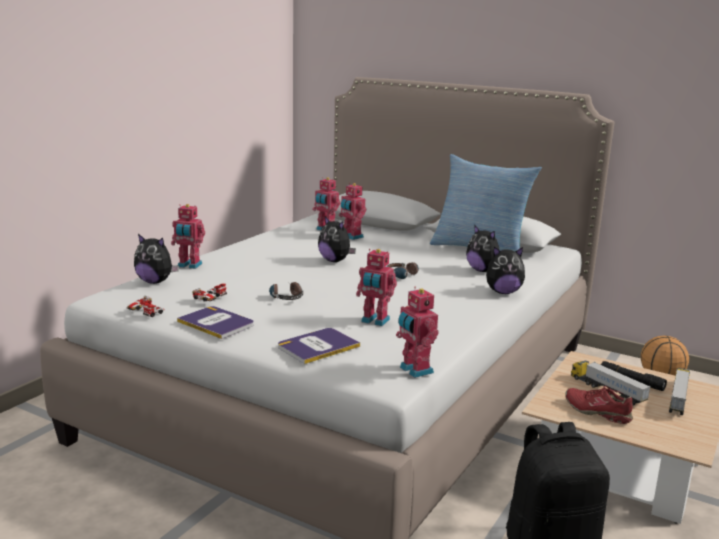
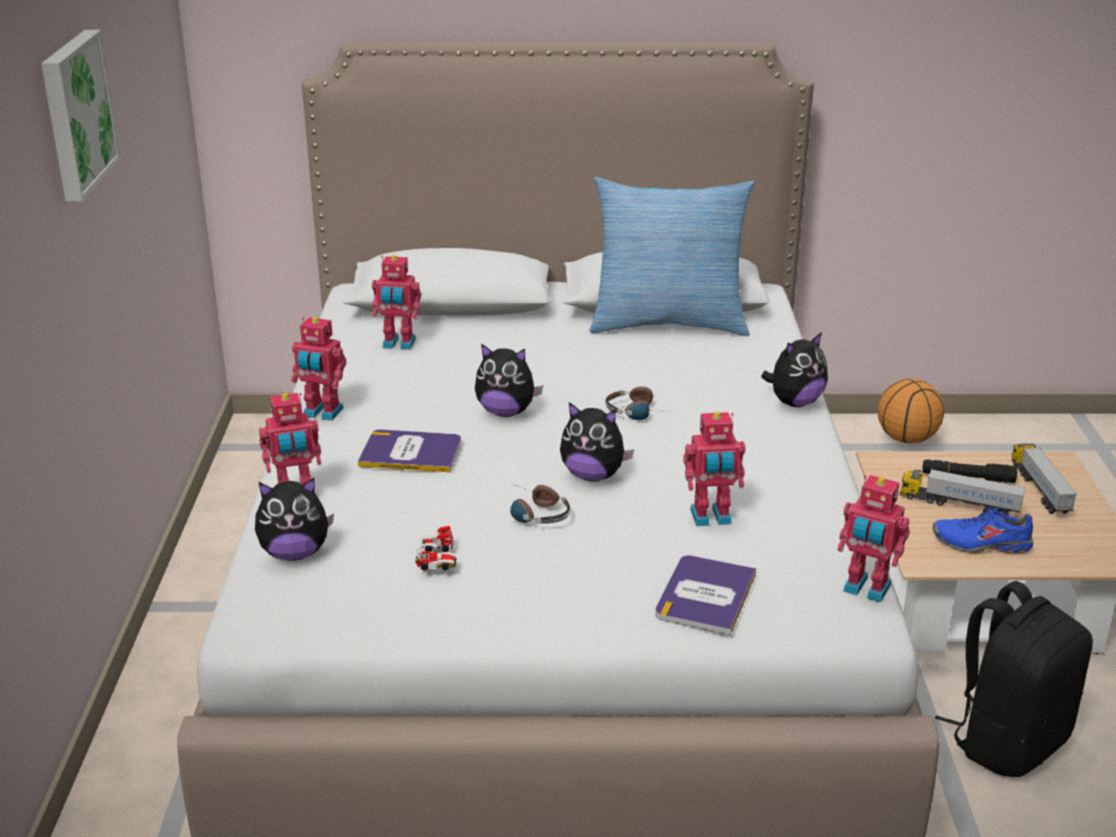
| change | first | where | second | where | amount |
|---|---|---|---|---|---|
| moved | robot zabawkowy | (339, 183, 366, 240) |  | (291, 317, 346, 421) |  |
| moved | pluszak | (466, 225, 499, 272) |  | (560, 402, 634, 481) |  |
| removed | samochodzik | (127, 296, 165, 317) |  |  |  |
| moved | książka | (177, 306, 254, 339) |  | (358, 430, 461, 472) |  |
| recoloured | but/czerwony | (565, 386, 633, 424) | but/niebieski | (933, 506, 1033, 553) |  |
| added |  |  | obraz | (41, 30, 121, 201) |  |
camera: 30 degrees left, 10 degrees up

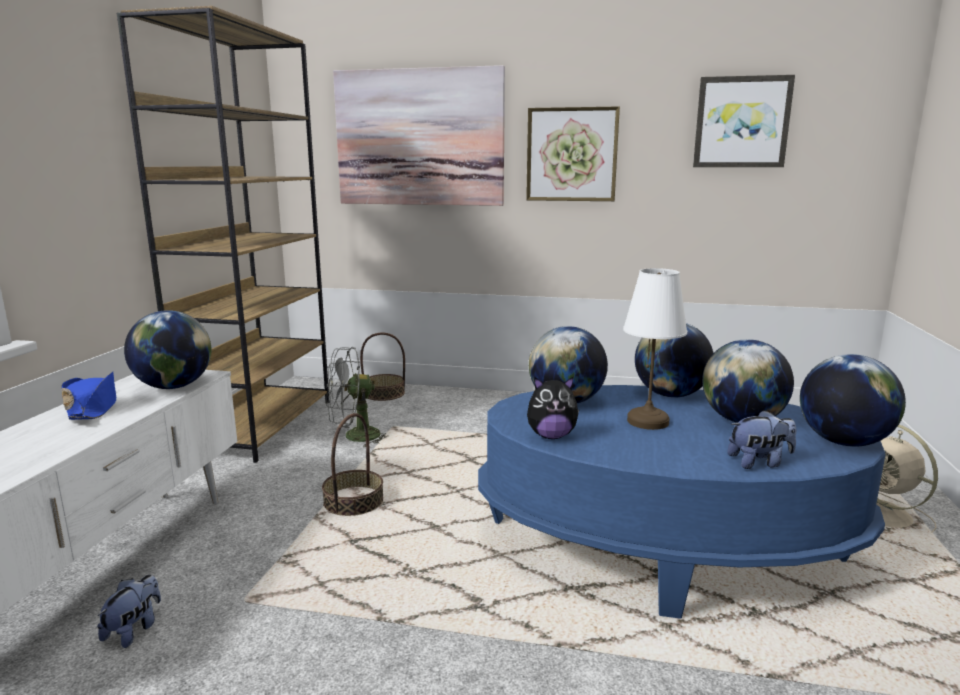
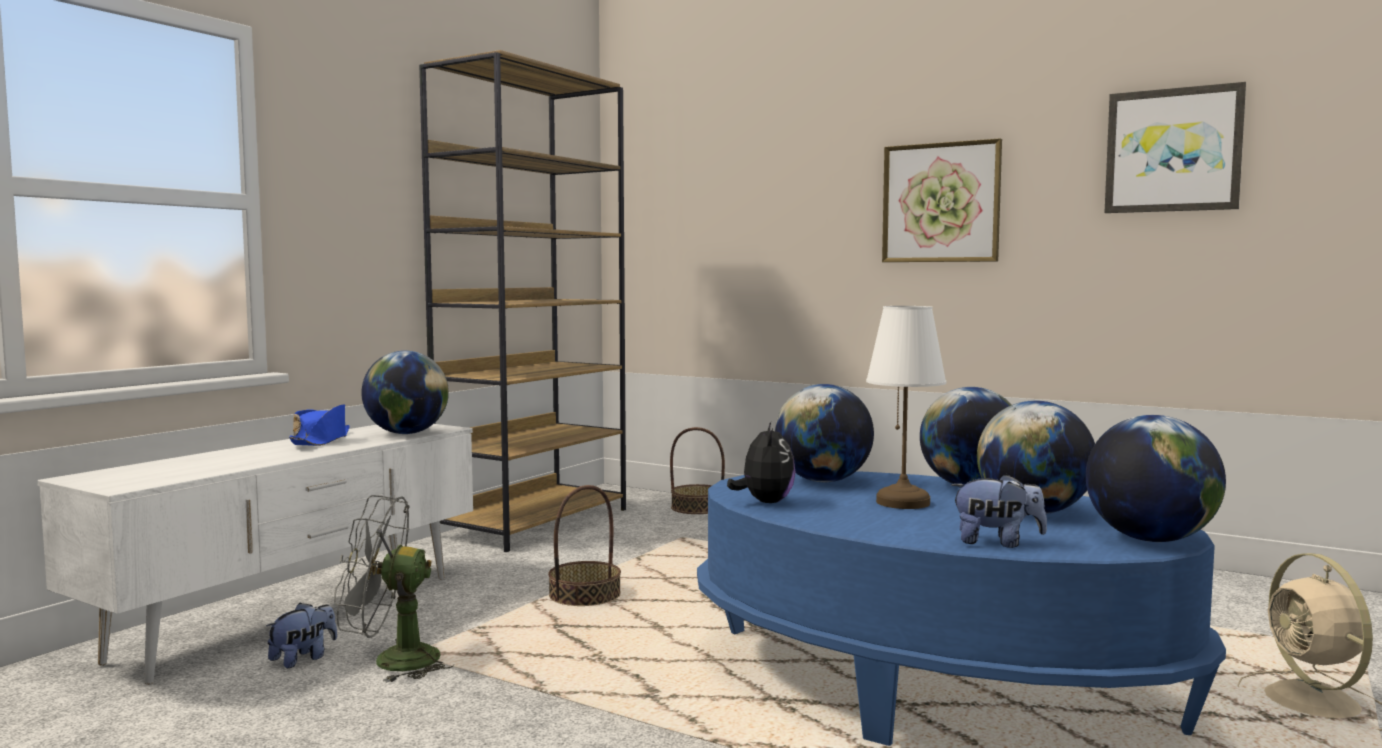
| change | first | where | second | where | amount |
|---|---|---|---|---|---|
| removed | obraz | (333, 65, 505, 206) |  |  |  |
| moved | wentylator/szary | (326, 347, 388, 448) |  | (334, 495, 453, 683) |  |
| turned | pluszak | (527, 377, 579, 439) |  | (727, 422, 796, 503) | 105 degrees counterclockwise |
camera: 20 degrees right, 10 degrees down

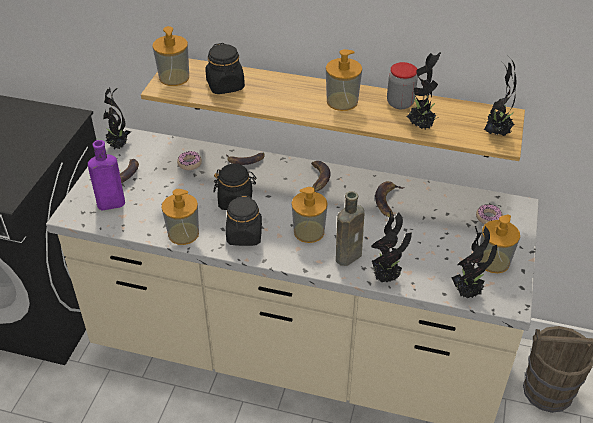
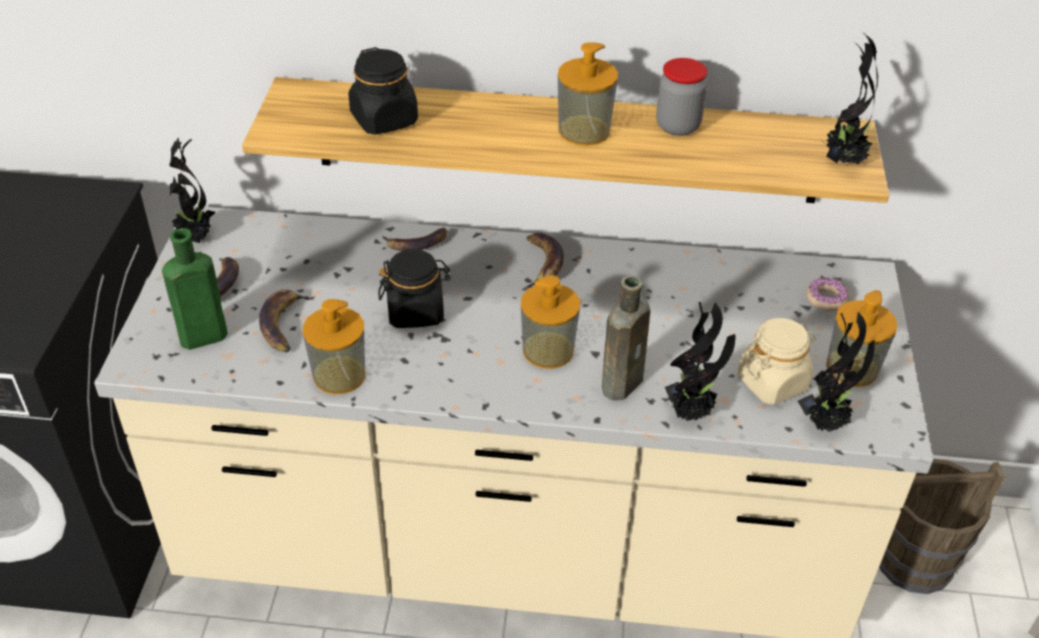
| change | first | where | second | where | amount |
|---|---|---|---|---|---|
| removed | dozownik mydła | (153, 26, 189, 86) |  |  |  |
| removed | roślina doniczkowa | (407, 52, 441, 129) |  |  |  |
| recoloured | butelka/fioletowy | (88, 140, 125, 210) | butelka/zielony | (162, 228, 228, 350) |  |
| removed | donut | (177, 151, 202, 170) |  |  |  |
| moved | banan | (375, 181, 404, 218) |  | (259, 289, 315, 353) |  |
| removed | słoik/czarny | (226, 195, 262, 246) |  |  |  |
| added |  |  | słoik/beżowy | (738, 318, 816, 405) |  |
camera: 10 degrees left, 0 degrees up

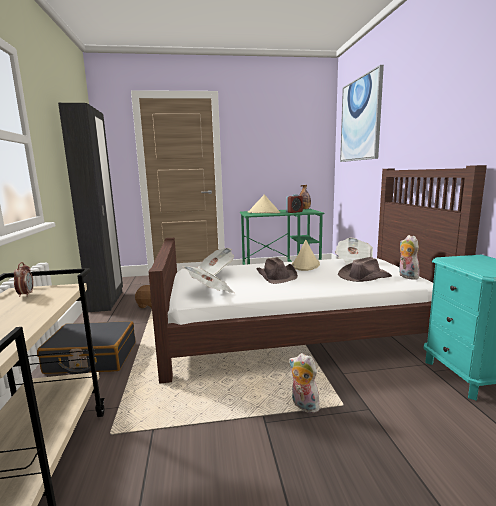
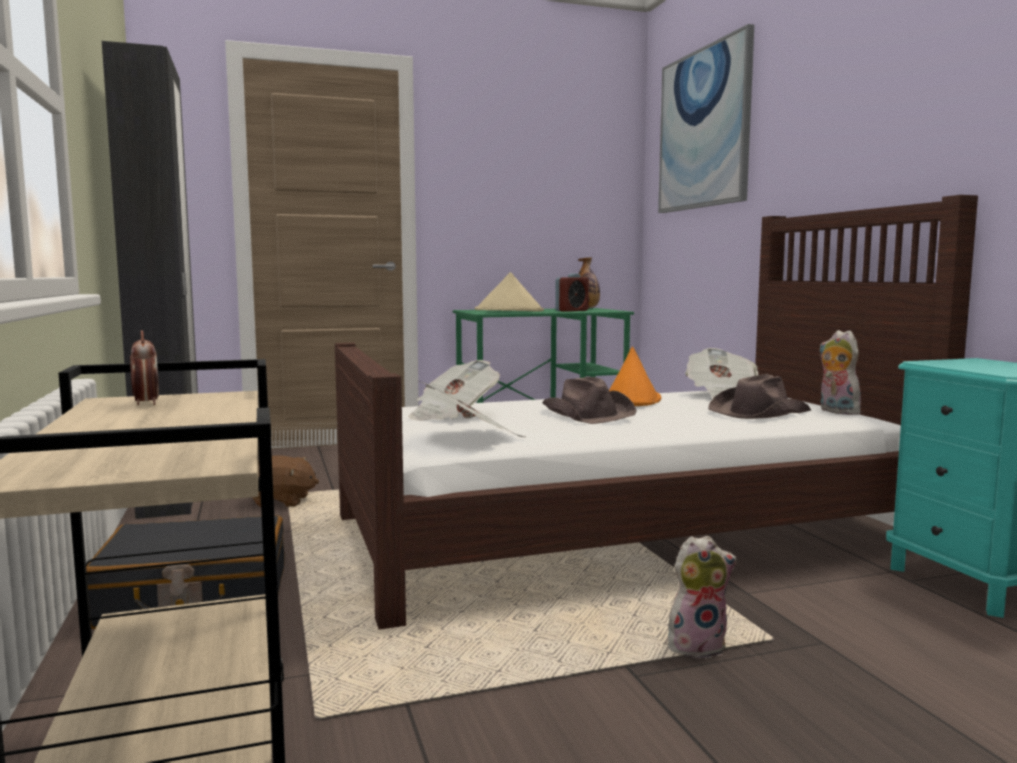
| change | first | where | second | where | amount |
|---|---|---|---|---|---|
| recoloured | kapelusz/beżowy | (292, 240, 320, 271) | kapelusz/pomarańczowy | (609, 346, 661, 406) |  |
| turned | pluszak | (289, 353, 320, 414) |  | (668, 536, 737, 659) | 135 degrees clockwise |
camera: 10 degrees left, 5 degrees down

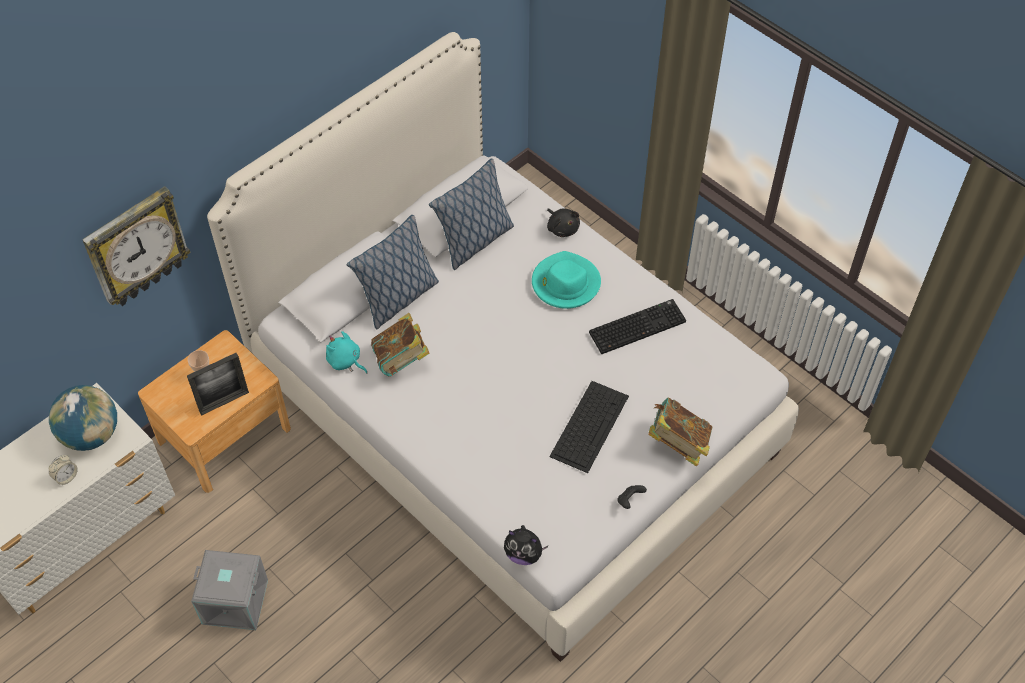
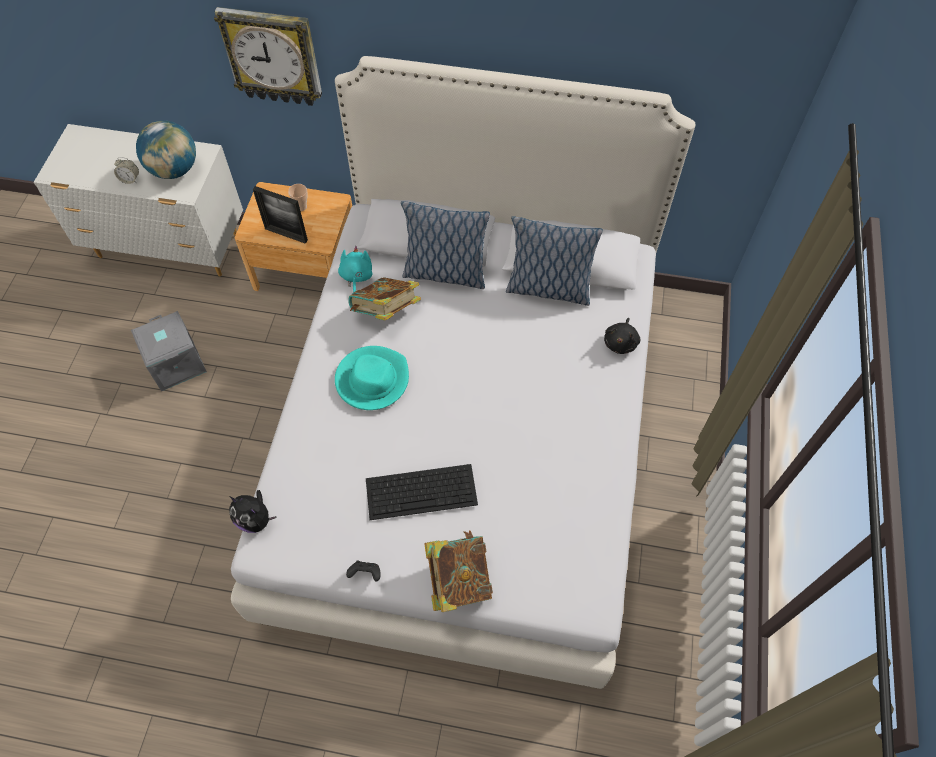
| change | first | where | second | where | amount |
|---|---|---|---|---|---|
| moved | kapelusz/turkusowy | (532, 251, 601, 309) |  | (335, 346, 409, 410) |  |
| removed | klawiatura | (589, 299, 686, 354) |  |  |  |
| turned | pluszak | (504, 525, 548, 565) |  | (229, 490, 277, 533) | 45 degrees counterclockwise |
camera: 55 degrees right, 5 degrees up

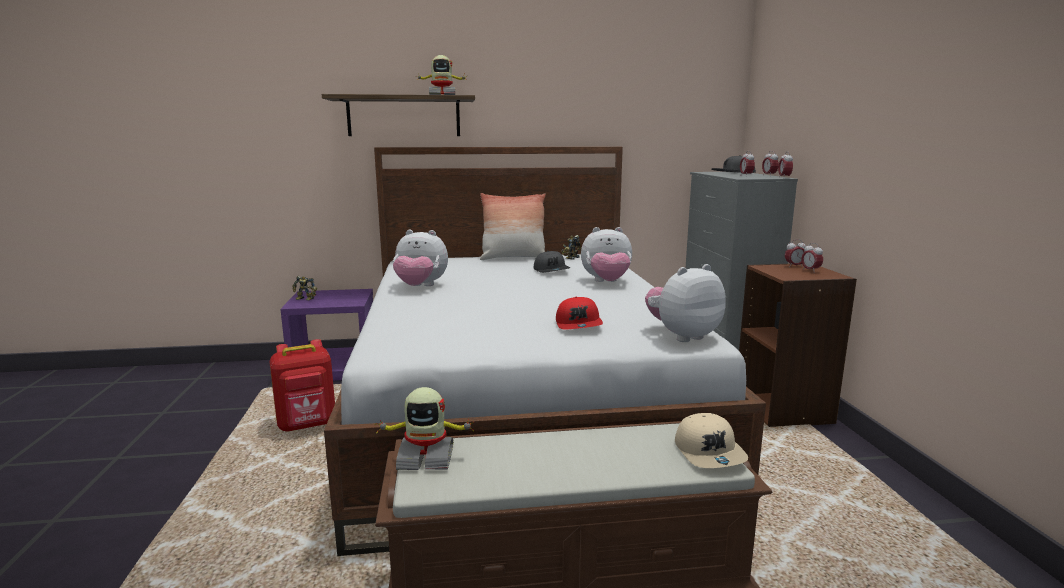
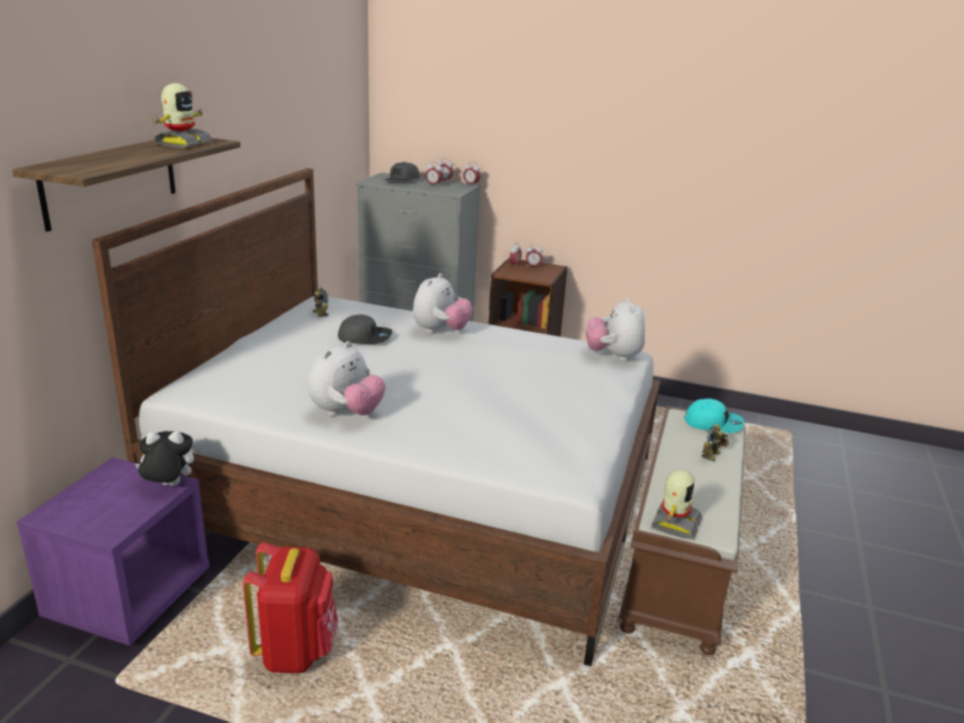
| change | first | where | second | where | amount |
|---|---|---|---|---|---|
| removed | poduszka | (480, 193, 546, 260) |  |  |  |
| moved | robot zabawkowy | (292, 276, 317, 300) |  | (702, 424, 729, 462) |  |
| removed | czapka z daszkiem/czerwony | (556, 297, 603, 330) |  |  |  |
| recoloured | czapka z daszkiem/beżowy | (675, 413, 748, 468) | czapka z daszkiem/turkusowy | (685, 399, 744, 433) |  |
| added |  |  | pluszak | (135, 431, 194, 486) |  |
camera: 65 degrees left, 10 degrees up

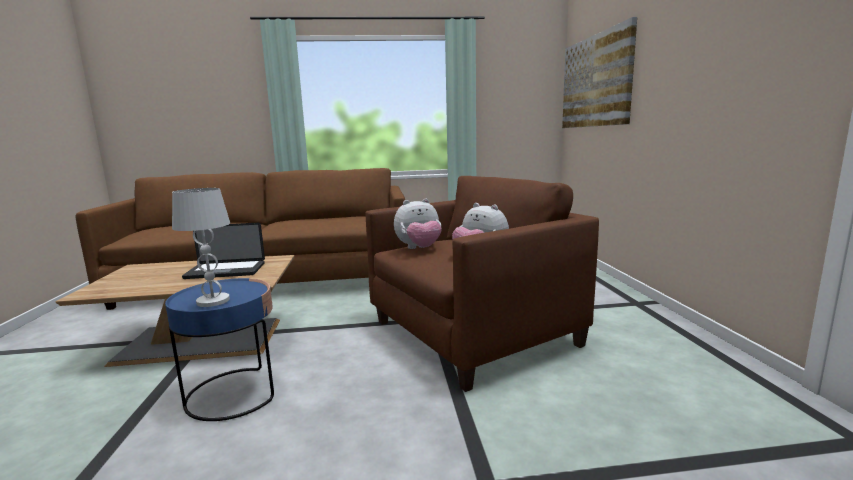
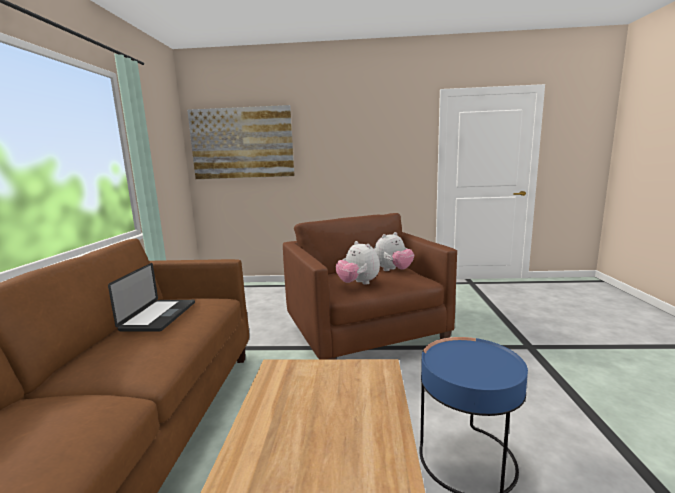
| change | first | where | second | where | amount |
|---|---|---|---|---|---|
| removed | lampa stołowa/biały | (172, 188, 230, 307) |  |  |  |
| turned | pluszak | (394, 198, 442, 249) |  | (336, 241, 380, 285) | 150 degrees clockwise |
| moved | laptop | (182, 223, 265, 279) |  | (108, 263, 195, 331) |  |
camera: 80 degrees left, 0 degrees up

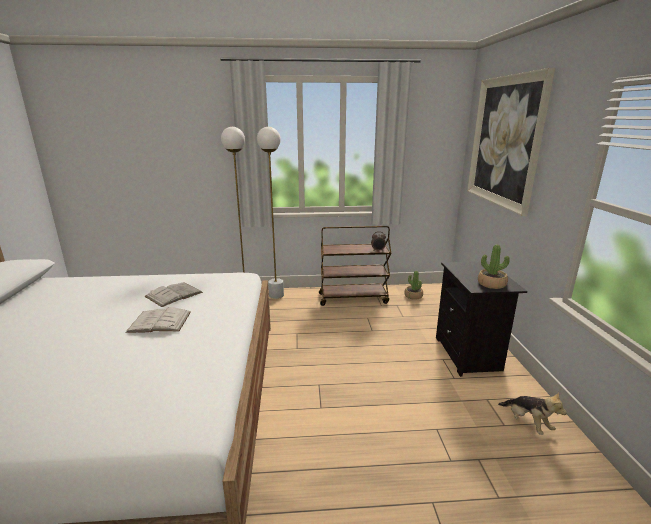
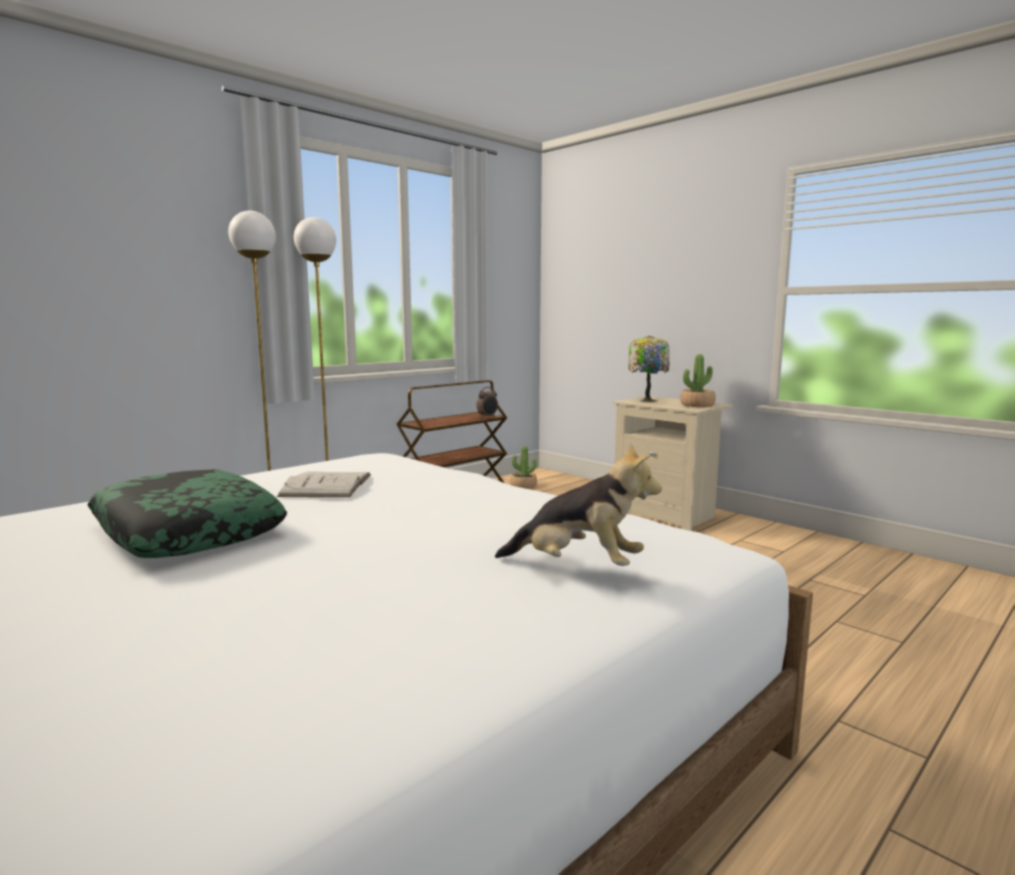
| change | first | where | second | where | amount |
|---|---|---|---|---|---|
| removed | obraz | (467, 68, 555, 216) |  |  |  |
| recoloured | szafka nocna/czarny | (436, 261, 527, 377) | szafka nocna/beżowy | (612, 396, 733, 531) |  |
| removed | książka/biały | (125, 307, 191, 333) |  |  |  |
| moved | pluszak | (498, 392, 567, 435) |  | (495, 443, 662, 566) |  |
| added |  |  | lampa stołowa | (628, 336, 669, 402) |  |
| added |  |  | poduszka | (88, 469, 287, 558) |  |
camera: 40 degrees left, 10 degrees down

